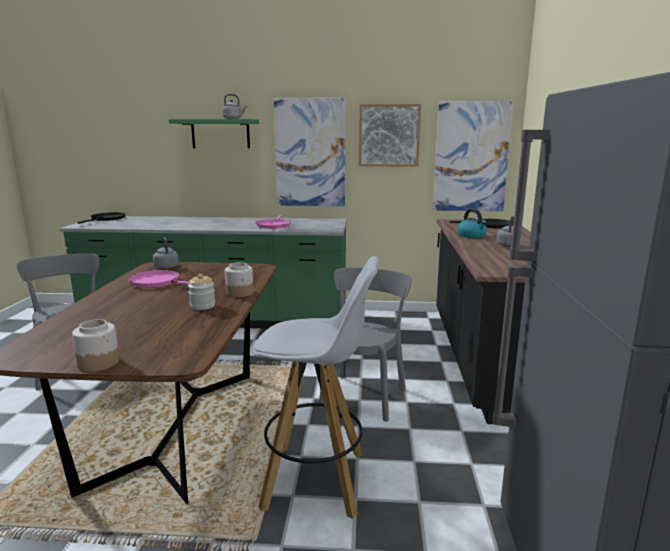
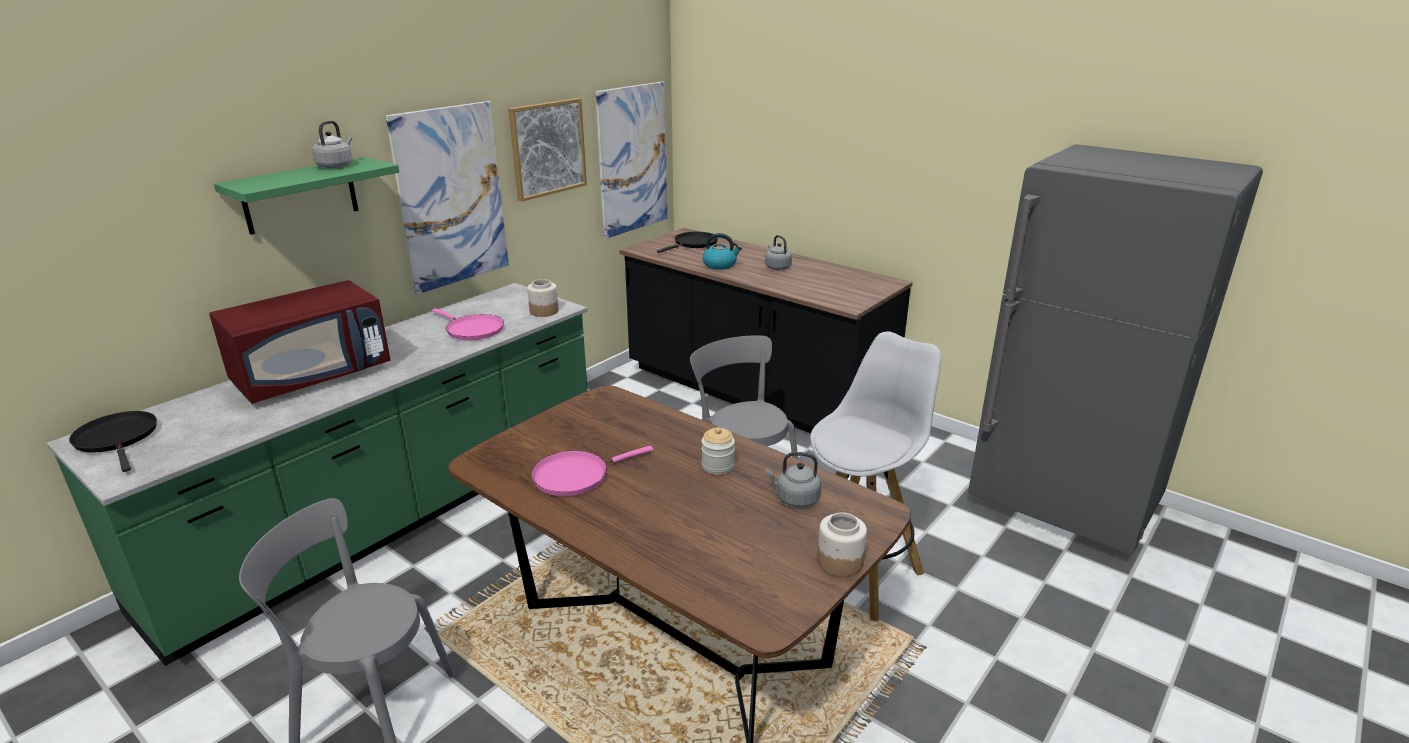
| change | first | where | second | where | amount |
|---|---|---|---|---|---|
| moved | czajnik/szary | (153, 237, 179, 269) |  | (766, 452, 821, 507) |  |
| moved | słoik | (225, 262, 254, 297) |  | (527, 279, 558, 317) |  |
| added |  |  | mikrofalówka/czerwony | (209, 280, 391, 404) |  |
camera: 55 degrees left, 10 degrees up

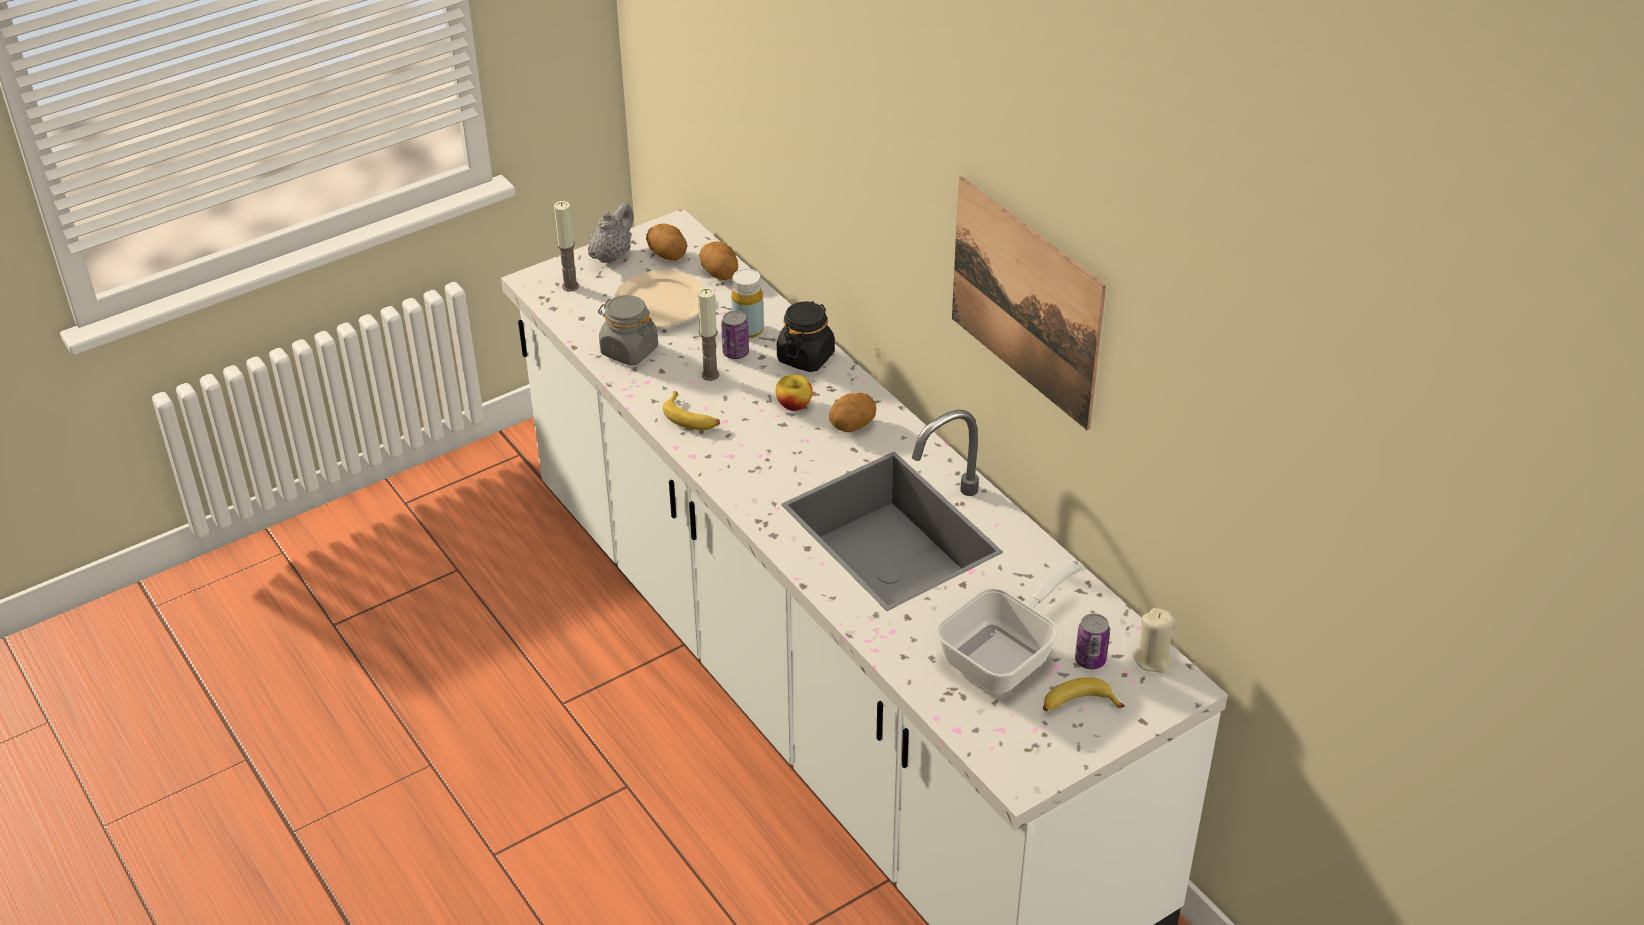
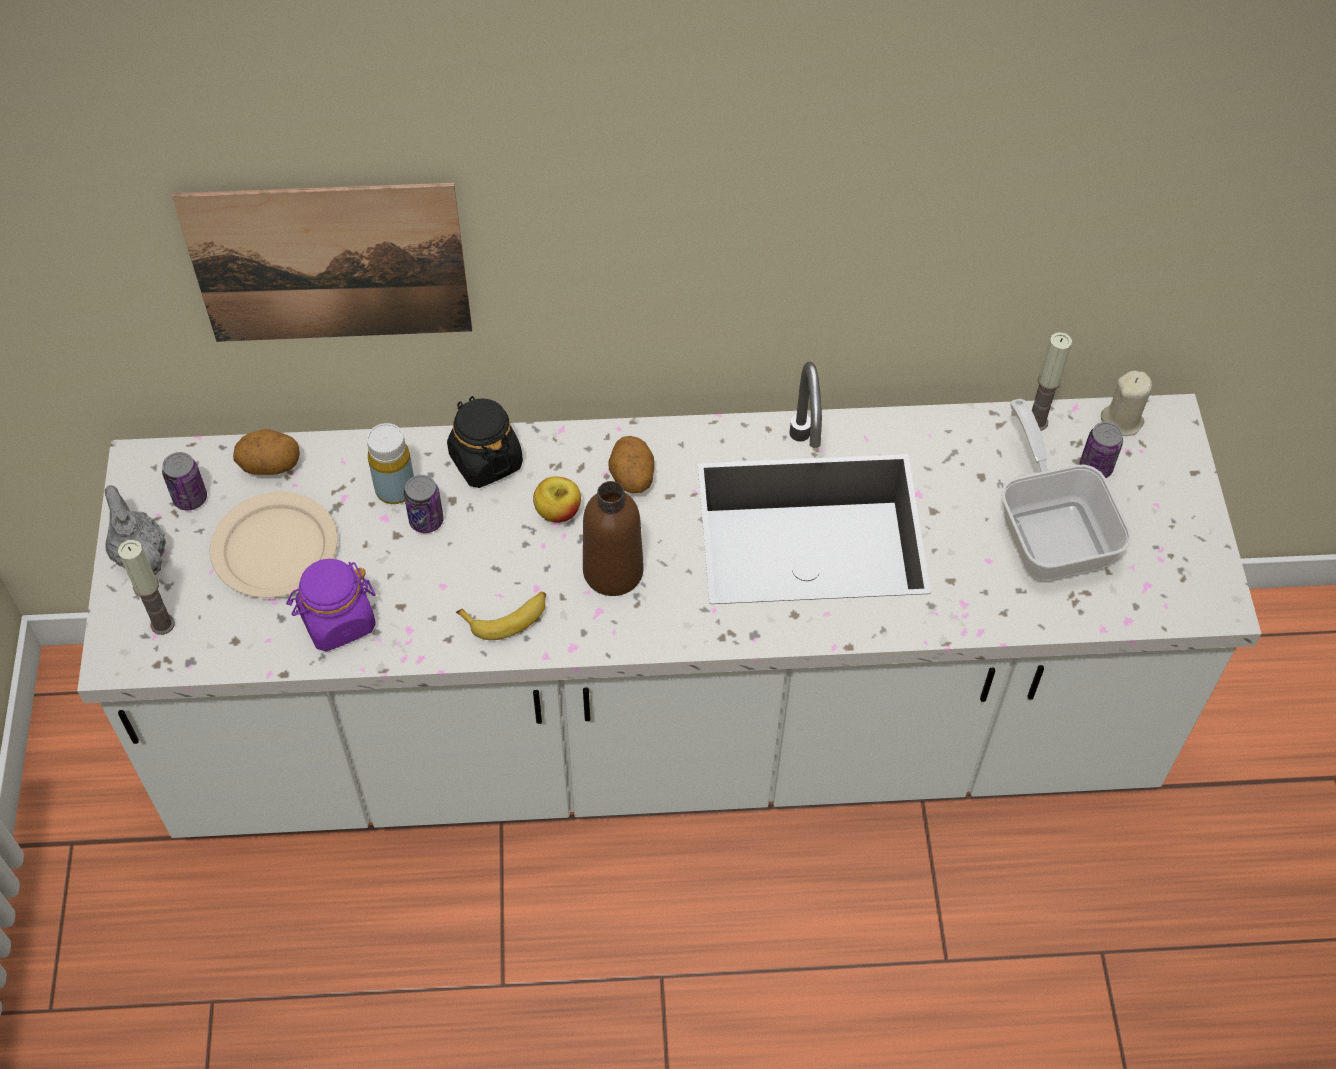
| change | first | where | second | where | amount |
|---|---|---|---|---|---|
| moved | obraz | (952, 176, 1106, 430) |  | (172, 183, 472, 342) |  |
| replaced | ziemniak | (646, 223, 687, 261) | puszka | (162, 452, 207, 510) |  |
| moved | świeca | (698, 288, 719, 381) |  | (1032, 332, 1072, 431) |  |
| recoloured | słoik/szary | (598, 295, 658, 365) | słoik/fioletowy | (286, 559, 376, 651) |  |
| removed | banan | (1043, 677, 1125, 711) |  |  |  |
| added |  |  | butelka/brązowy | (583, 481, 644, 596) |  |
camera: 60 degrees left, 15 degrees up

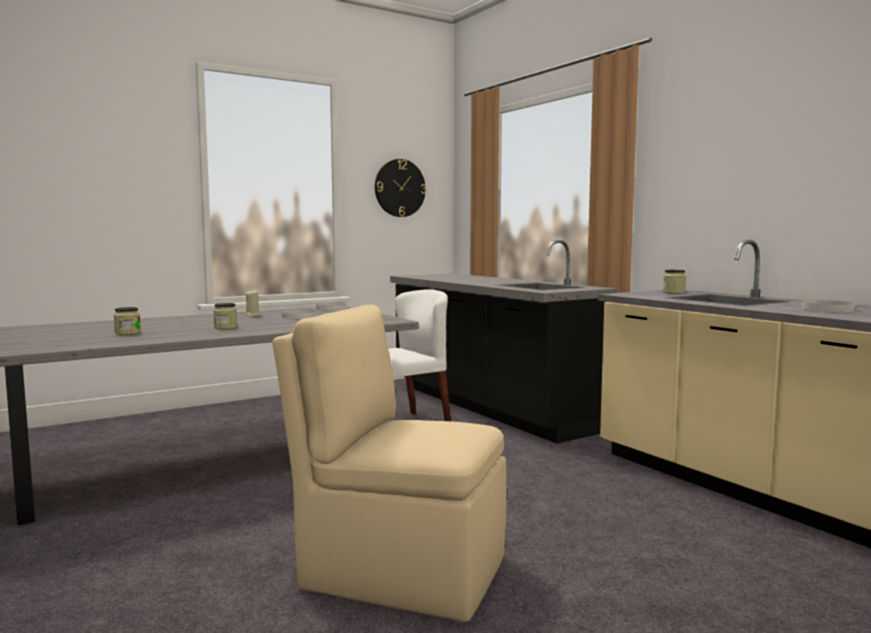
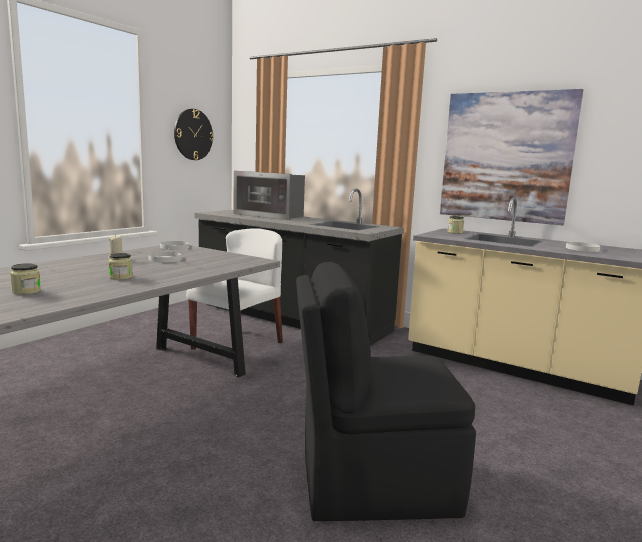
| change | first | where | second | where | amount |
|---|---|---|---|---|---|
| recoloured | krzesło/beżowy | (272, 304, 506, 622) | krzesło/czarny | (296, 262, 476, 521) |  |
| added |  |  | obraz | (440, 89, 583, 225) |  |
| added |  |  | mikrofalówka | (234, 171, 305, 220) |  |
camera: 25 degrees left, 5 degrees up

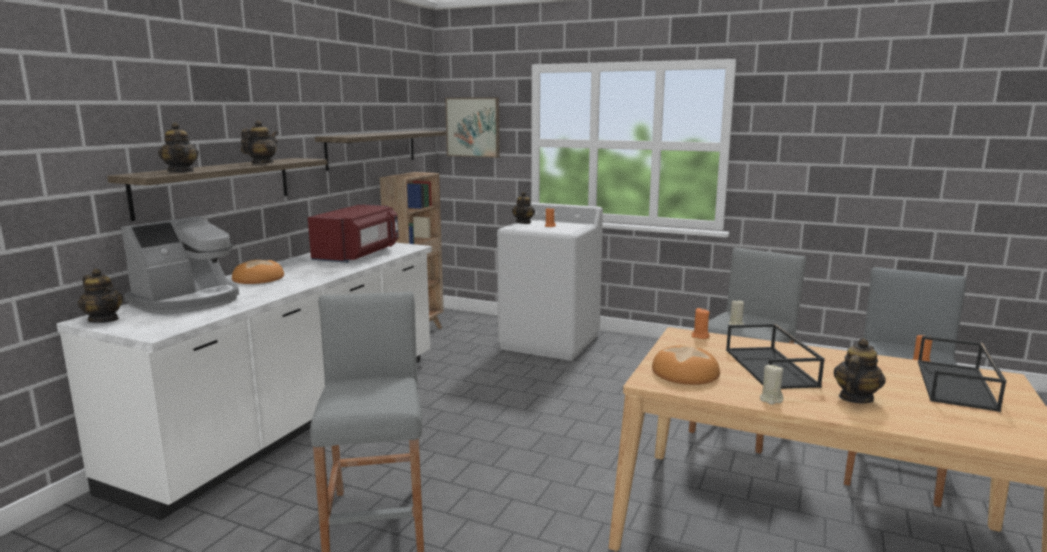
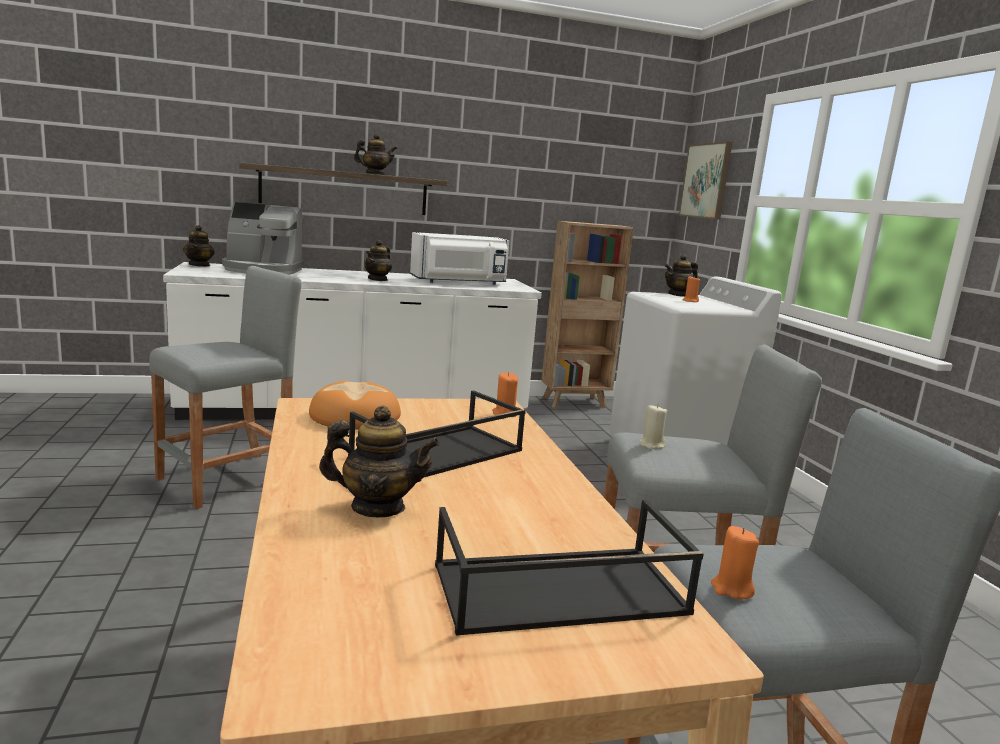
| change | first | where | second | where | amount |
|---|---|---|---|---|---|
| moved | imbryk | (158, 122, 199, 172) |  | (364, 240, 392, 281) |  |
| removed | półka | (315, 131, 446, 171) |  |  |  |
| recoloured | mikrofalówka/czerwony | (308, 204, 399, 263) | mikrofalówka/biały | (410, 232, 509, 285) |  |
| removed | chleb | (232, 260, 284, 284) |  |  |  |
| removed | świeca/beżowy | (760, 364, 784, 405) |  |  |  |
camera: 50 degrees right, 0 degrees up

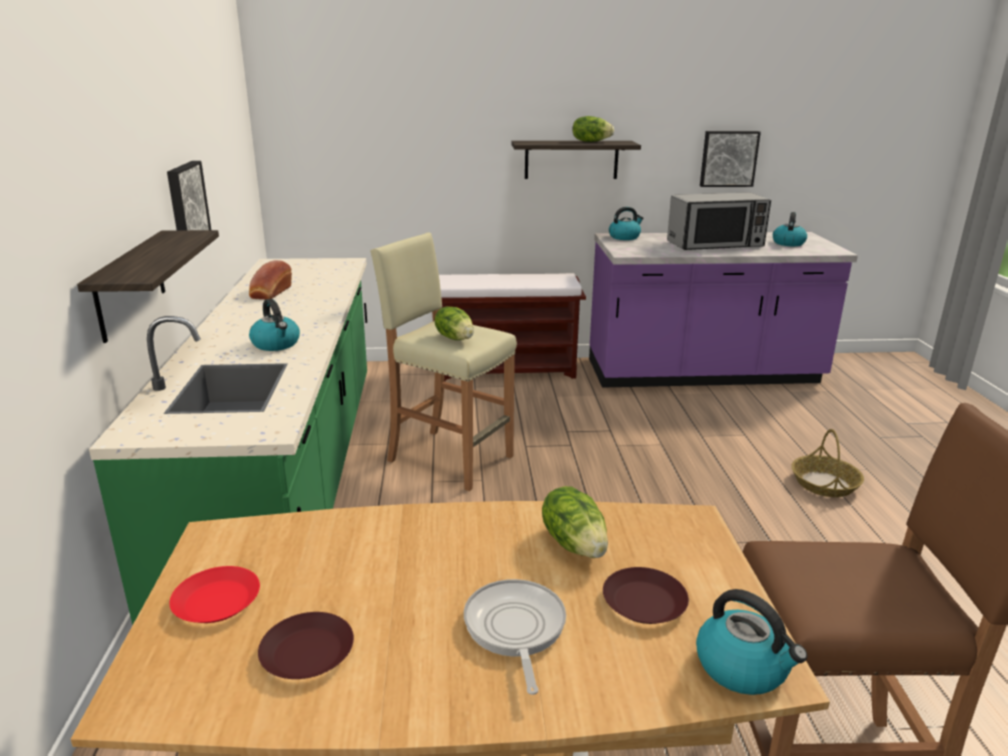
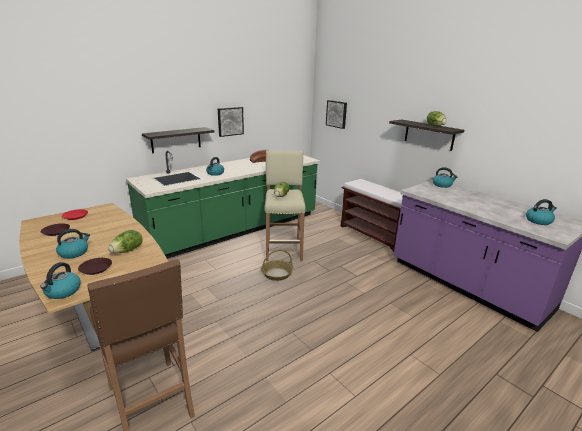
| change | first | where | second | where | amount |
|---|---|---|---|---|---|
| moved | obraz | (700, 131, 761, 187) |  | (326, 100, 347, 129) |  |
| removed | mikrofalówka | (667, 192, 771, 250) |  |  |  |
| moved | koszyk | (791, 429, 864, 497) |  | (261, 250, 293, 281) |  |
| replaced | patelnia | (464, 579, 566, 695) | czajnik | (56, 229, 90, 259) |  |
camera: 55 degrees right, 0 degrees up

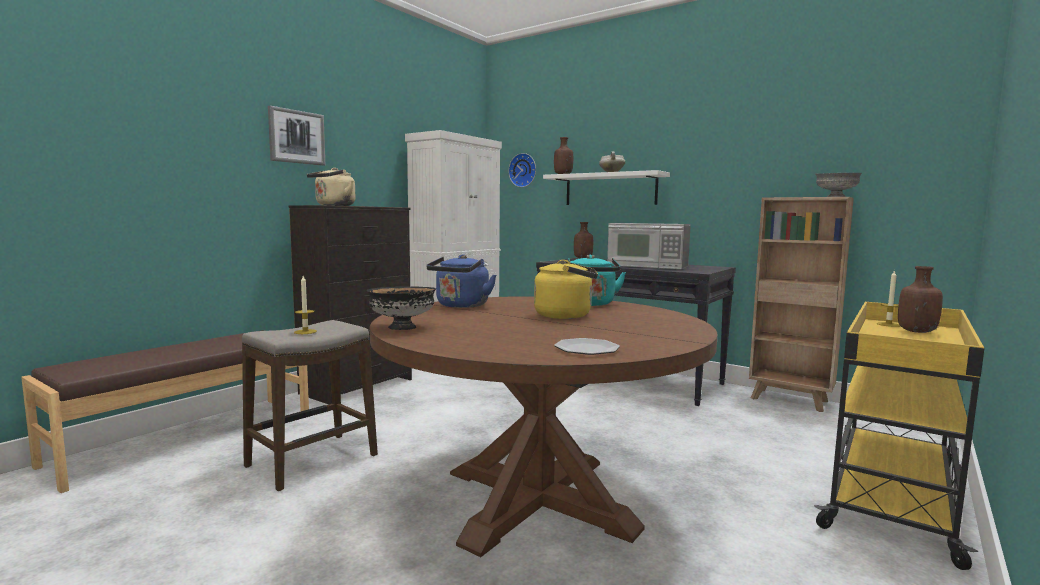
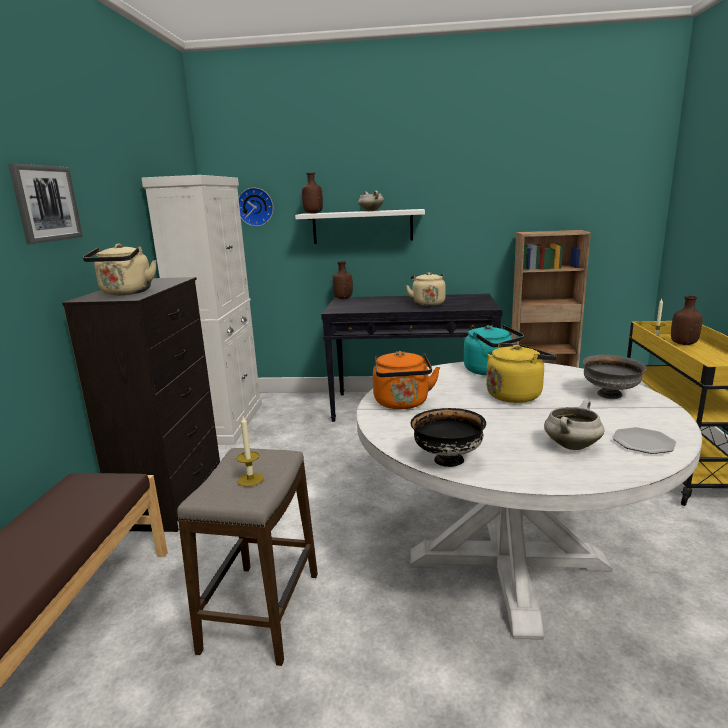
| change | first | where | second | where | amount |
|---|---|---|---|---|---|
| moved | miska/szary | (816, 173, 862, 197) |  | (583, 355, 647, 399) |  |
| replaced | mikrofalówka | (607, 223, 691, 269) | czajnik/beżowy | (406, 272, 446, 306) |  |
| recoloured | czajnik/niebieski | (426, 254, 496, 308) | czajnik/pomarańczowy | (373, 351, 440, 409) |  |
| recoloured | stół jadalny/brązowy | (370, 296, 717, 557) | stół jadalny/biały | (357, 362, 702, 640) |  |
| added |  |  | garnek/biały | (544, 400, 604, 450) |  |
camera: 30 degrees left, 10 degrees up

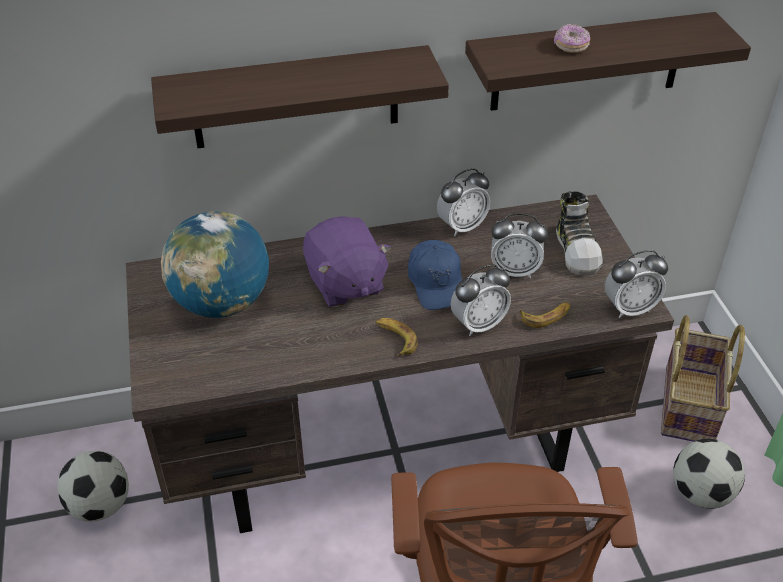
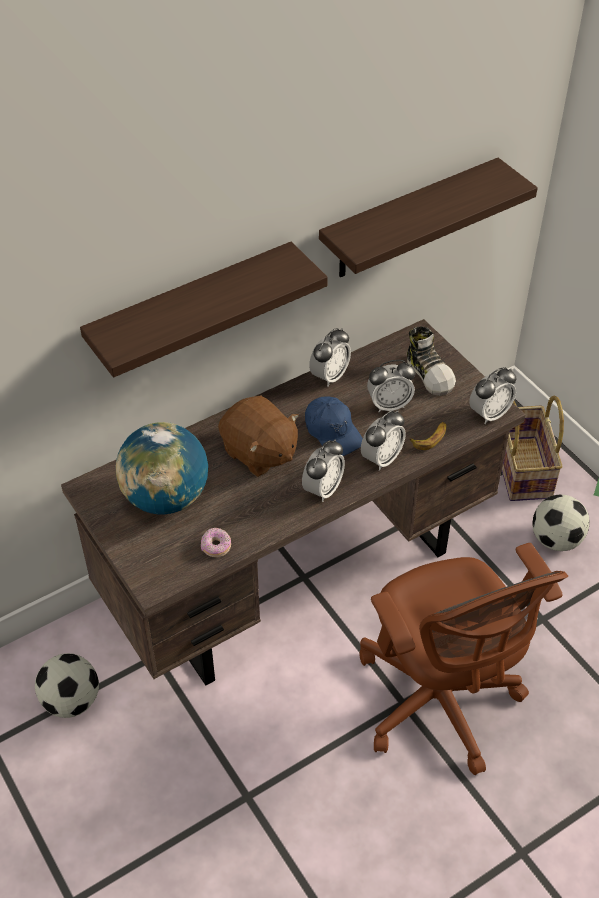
| change | first | where | second | where | amount |
|---|---|---|---|---|---|
| moved | donut | (554, 24, 590, 53) |  | (201, 528, 231, 557) |  |
| recoloured | pluszak/fioletowy | (303, 216, 392, 307) | pluszak/brązowy | (218, 396, 299, 477) |  |
| replaced | banan | (375, 318, 418, 356) | budzik | (302, 439, 345, 502) |  |
camera: 20 degrees left, 5 degrees up

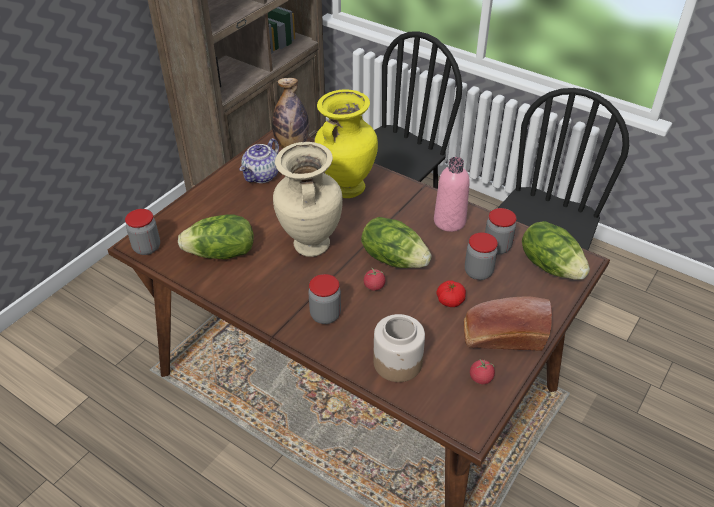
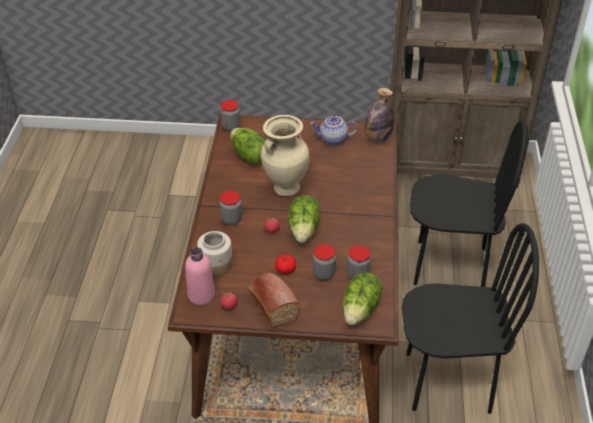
| change | first | where | second | where | amount |
|---|---|---|---|---|---|
| removed | wazon/żółty | (315, 89, 378, 198) |  |  |  |
| moved | butelka/różowy | (434, 157, 470, 232) |  | (185, 247, 215, 305) |  |
camera: 60 degrees right, 0 degrees up

